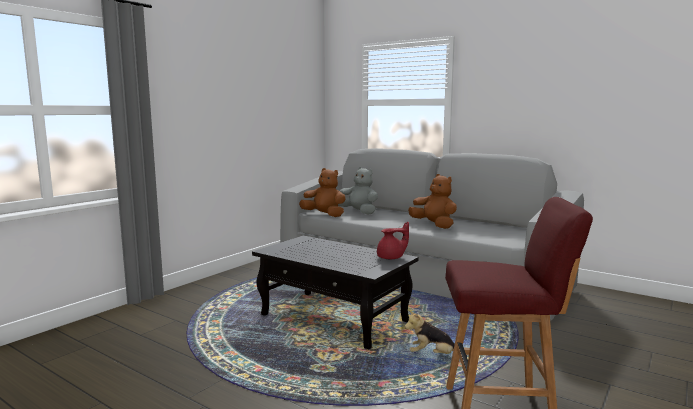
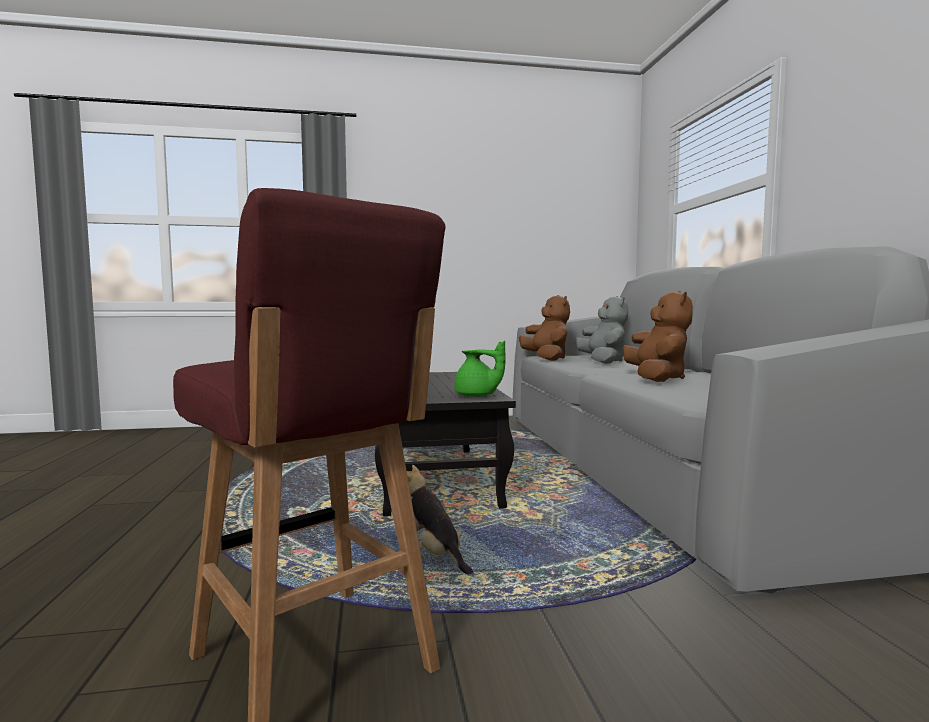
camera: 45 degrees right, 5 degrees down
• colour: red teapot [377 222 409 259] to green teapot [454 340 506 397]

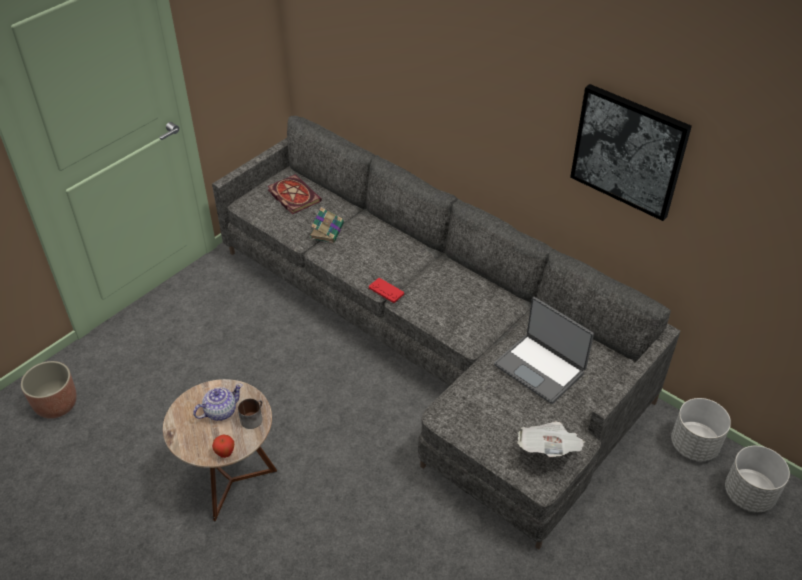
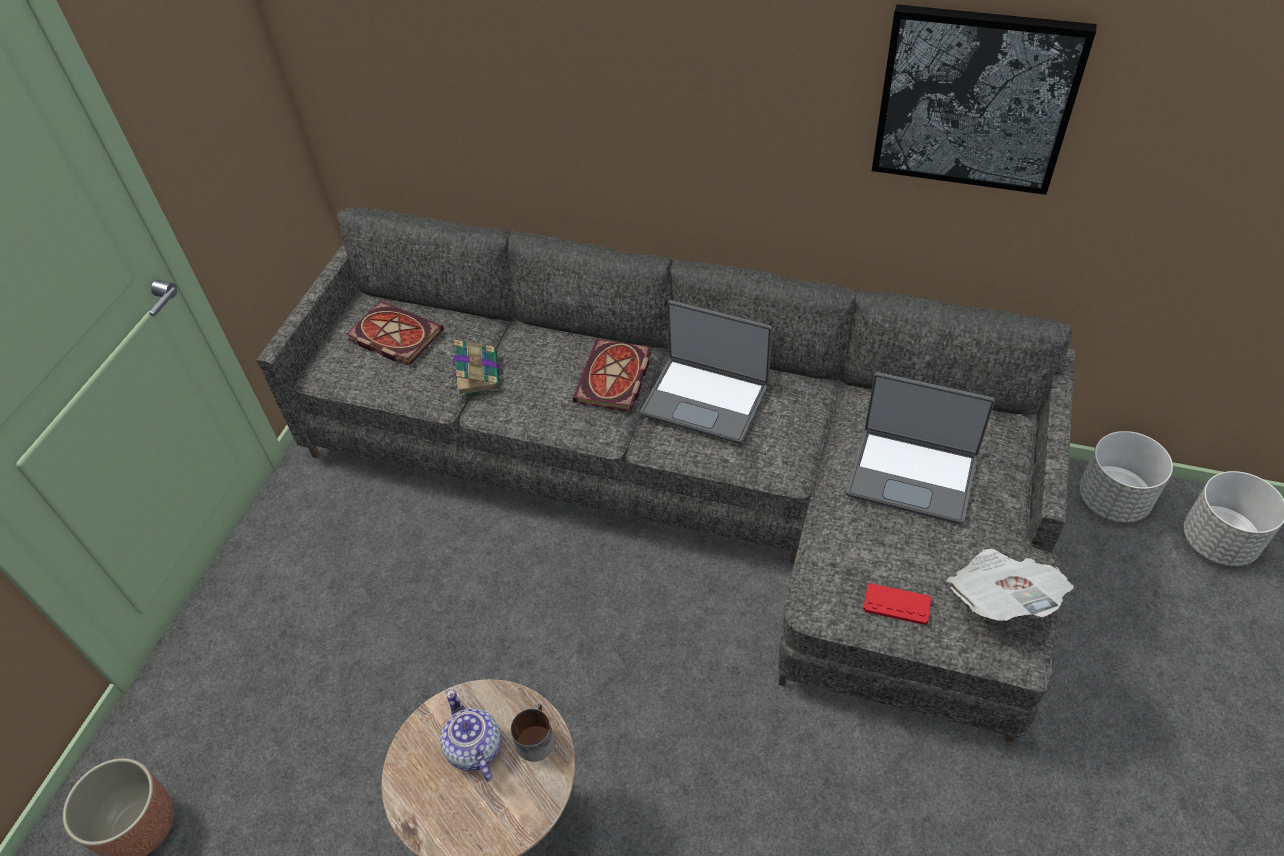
camera: 20 degrees left, 5 degrees up
• spun: teapot [193 384 242 421] = [440 690 501 782] 60 degrees counterclockwise
• missing: apple [212 435 234 458]
• relocated: red game controller [369 278 404 303] to [863 583 931 625]
• appeared: book [573 339 651 412]
• appeared: laptop [640 300 772 444]

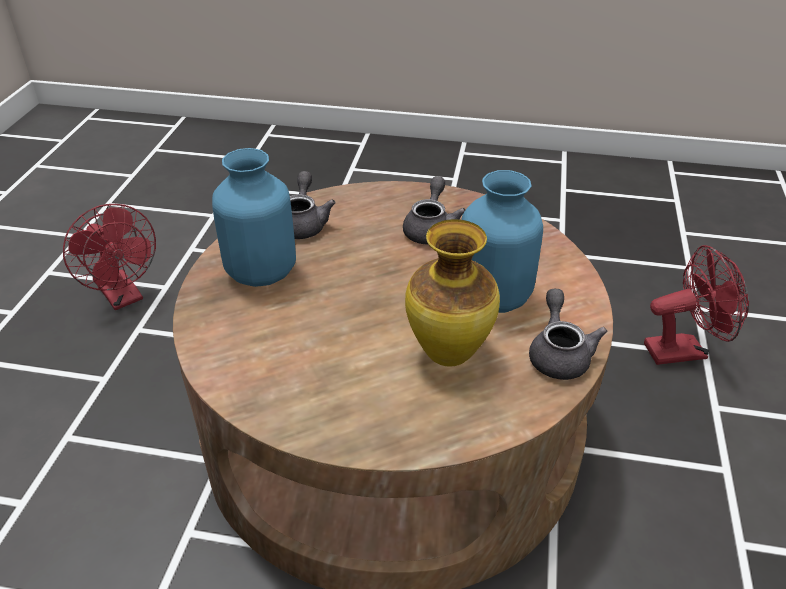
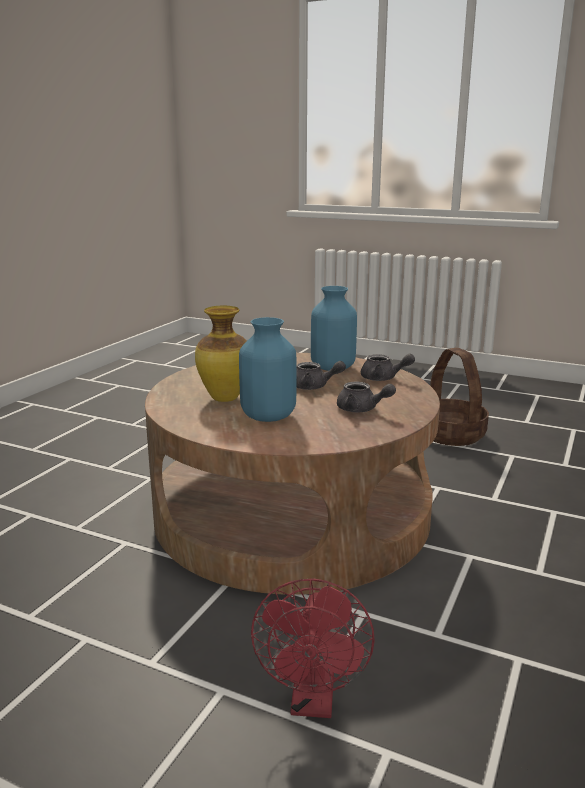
camera: 105 degrees right, 20 degrees down
• exchanged: red fan [63 204 156 310] to basket [430 348 489 446]
• relocated: grey teapot [529 289 607 380] to [296 361 346 390]

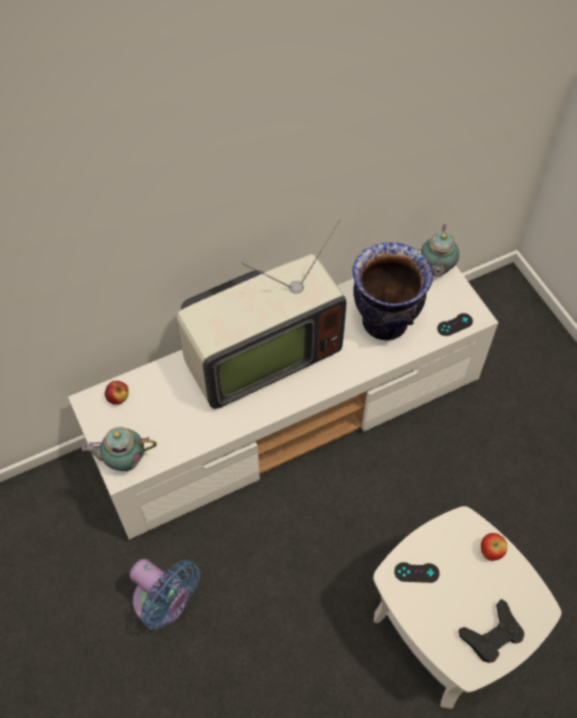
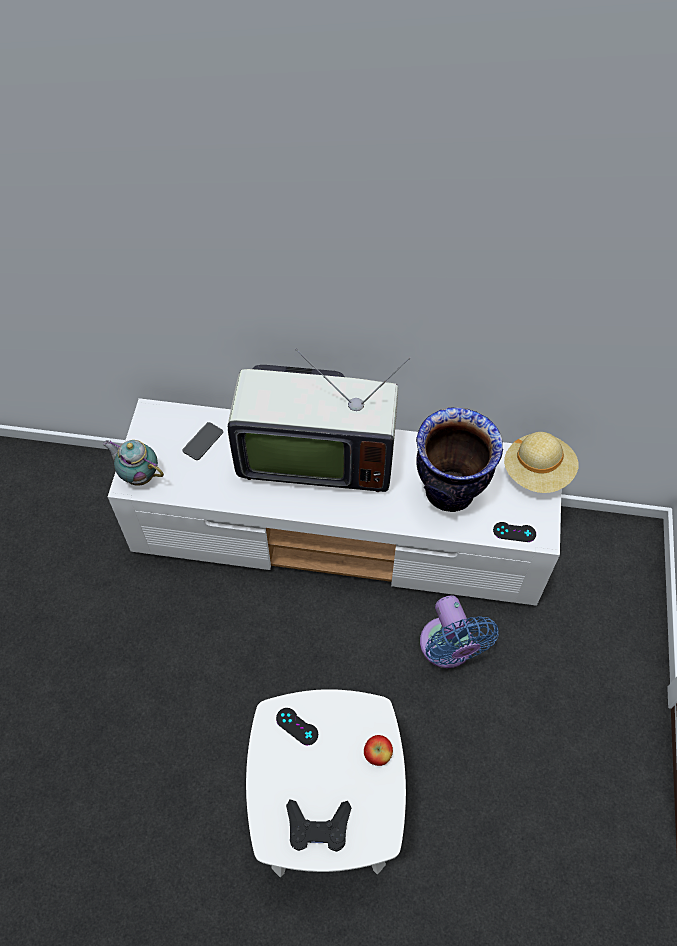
camera: 35 degrees right, 0 degrees up
• missing: apple [105 381 129 405]
• relocated: blue fan [130 559 200 629] to [420 595 499 668]
• exchanged: teapot [421 224 459 276] to beige hat [504 432 579 493]
• appeared: phone [182 422 223 460]

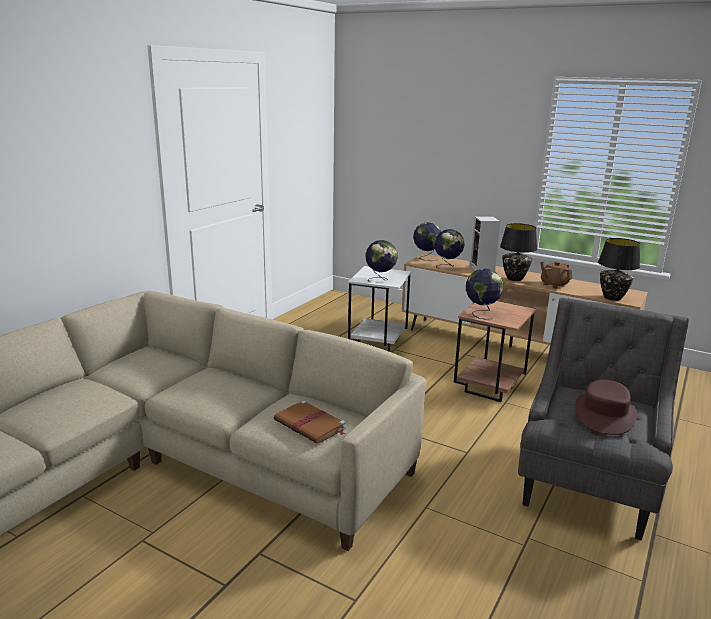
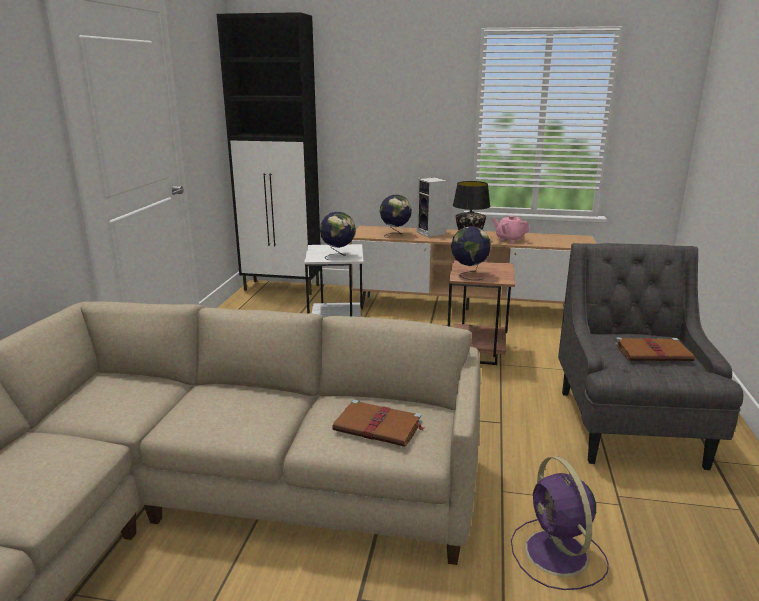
camera: 20 degrees left, 0 degrees up
• missing: globe [413 222 441 261]
• colour: brown teapot [540 261 572 288] to pink teapot [492 215 529 243]
• exchanged: brown hat [575 380 637 435] to brown book [615 337 695 361]
• missing: black table lamp [598 238 640 301]
• appeared: black cabinet [217 12 320 295]
• appeared: purple fan [511 456 609 590]

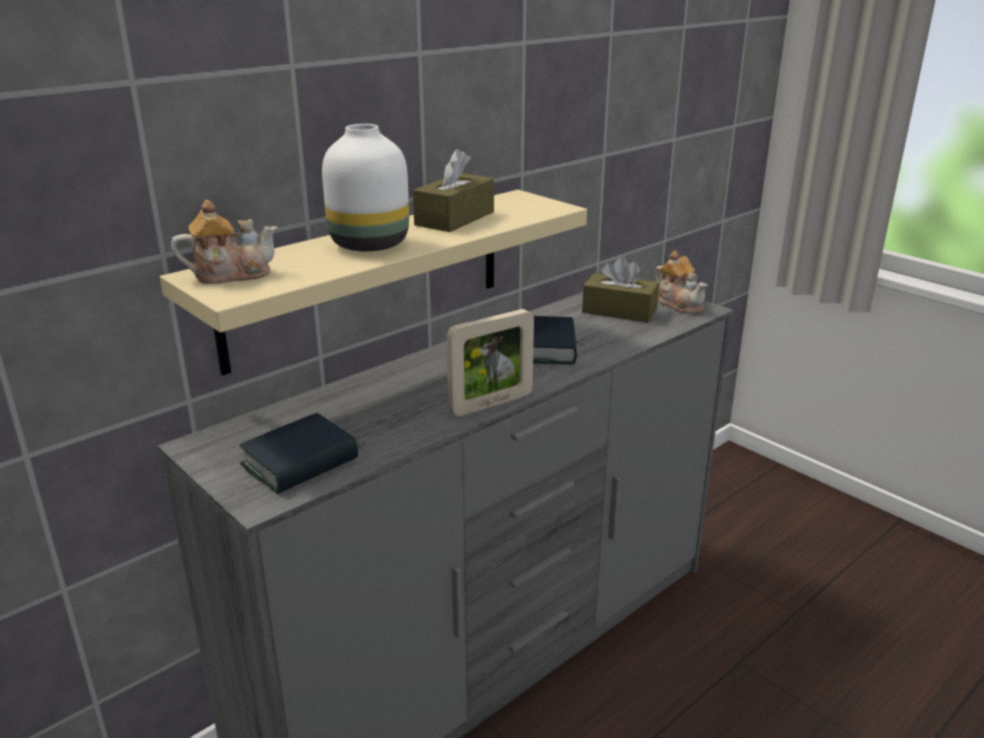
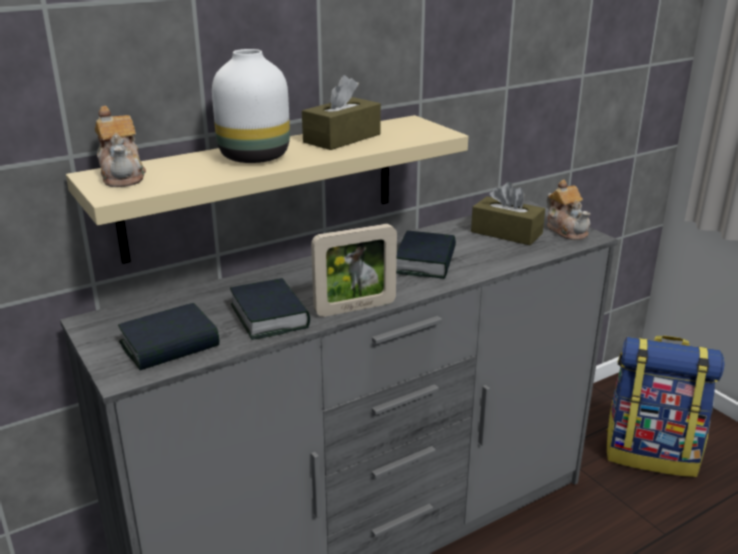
camera: 10 degrees right, 0 degrees up
• spun: teapot [171 200 278 284] = [95 106 146 187] 75 degrees clockwise
• appeared: book [230 278 310 340]
• appeared: backpack [606 336 725 477]

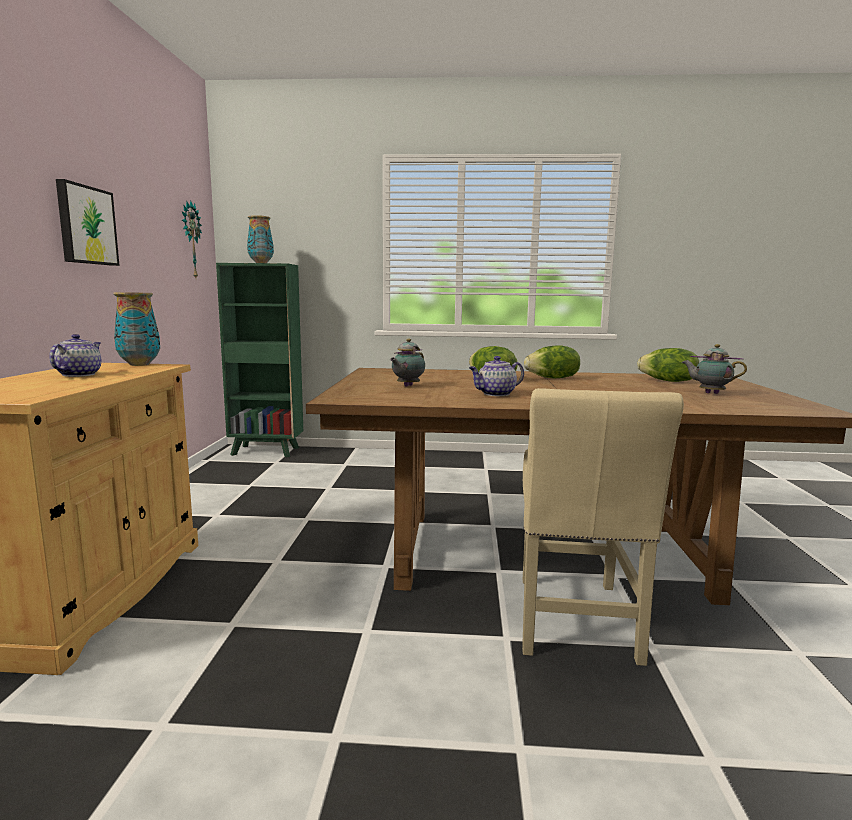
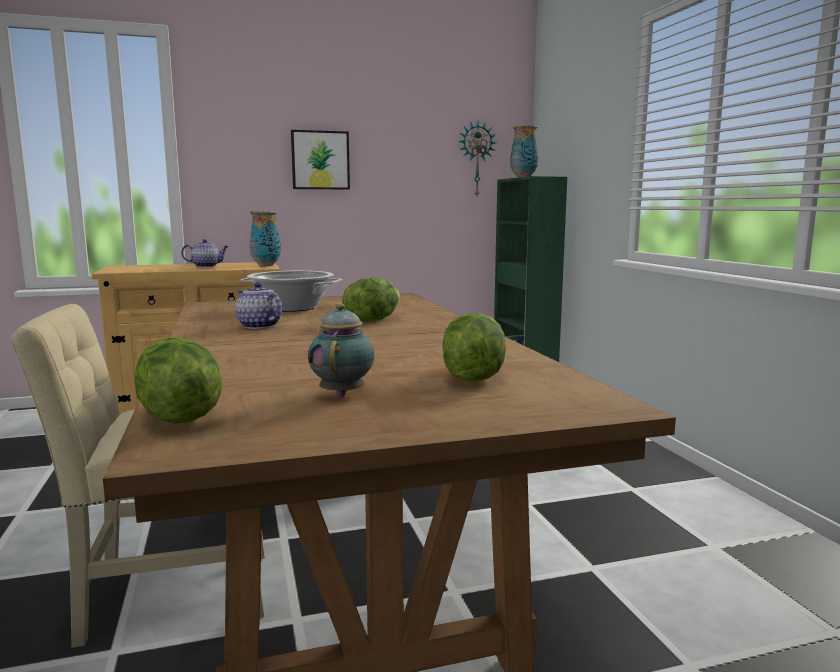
camera: 70 degrees right, 0 degrees up
• exchanged: teapot [390 338 425 387] to cooking pot [240 271 342 312]
• relocated: lettuce [524 345 580 378] to [134 337 222 424]

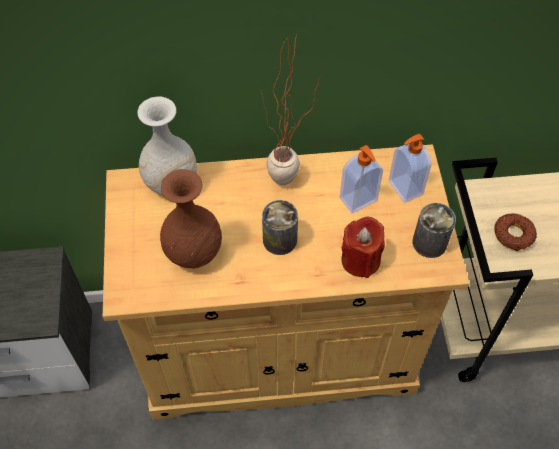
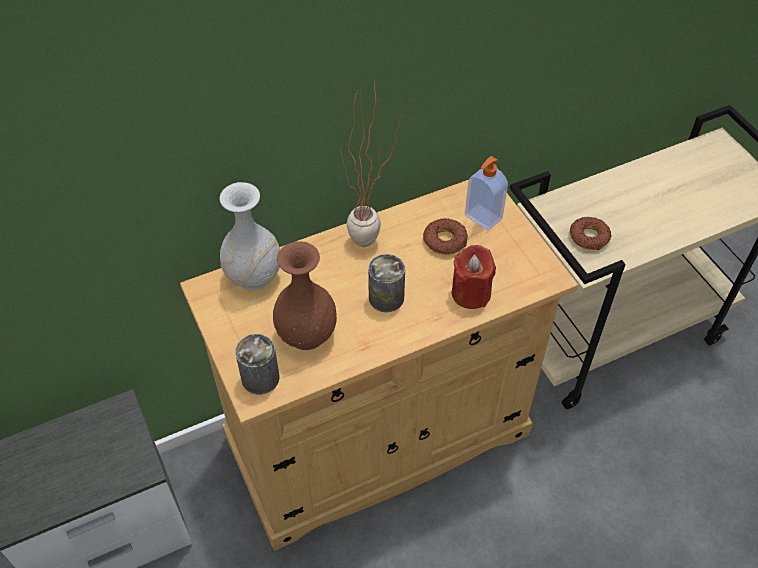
camera: 20 degrees left, 5 degrees down
• exchanged: soap dispenser [339 145 383 213] to donut [423 218 468 255]
• relocated: can [412 203 456 258] to [235 334 280 395]

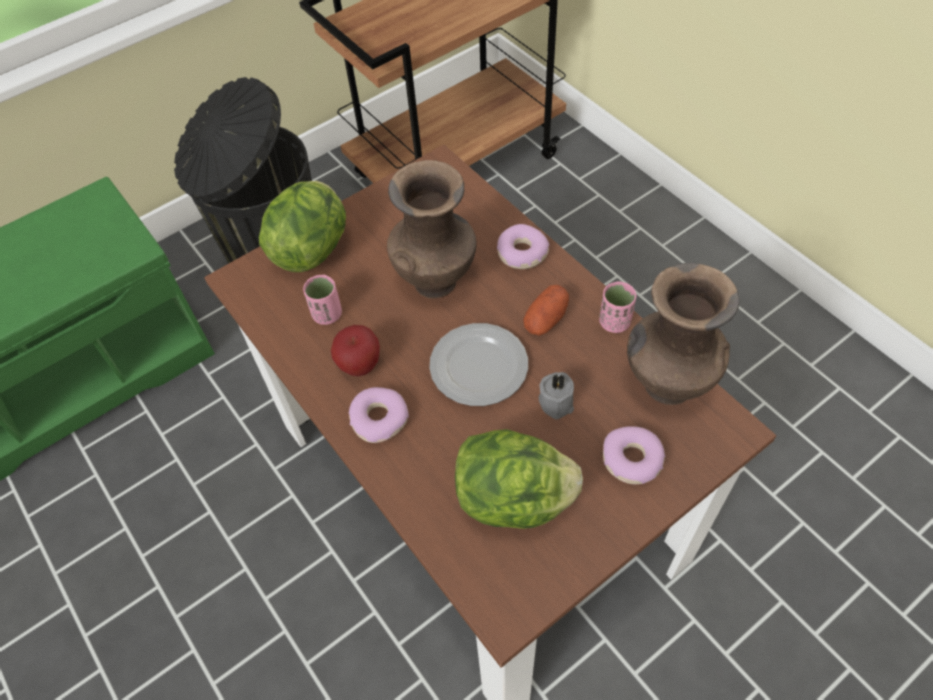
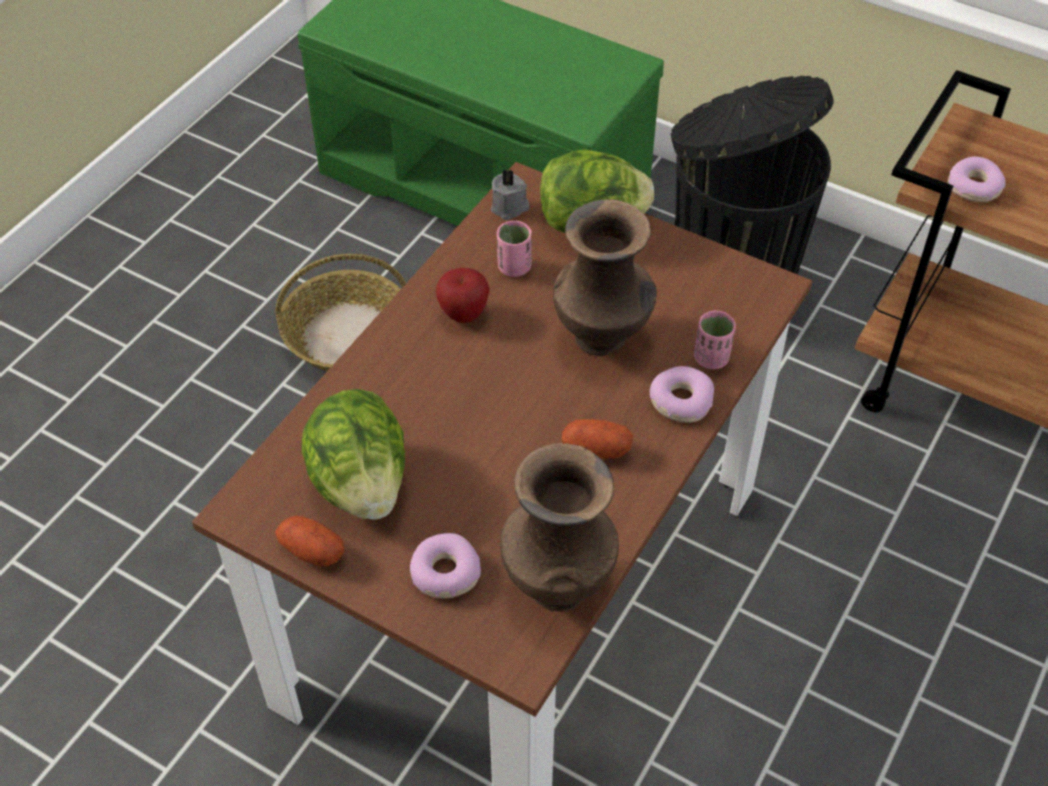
camera: 65 degrees right, 5 degrees down
• relocated: donut [348 387 409 443] to [948 157 1005 202]
• missing: plate [429 323 528 406]
• relocated: grey candle [539 372 574 419] to [491 169 529 220]
• relocated: pink cup [599 282 636 333] to [694 310 736 369]
• appeared: potato [275 515 345 567]
• appeared: basket [276 254 406 371]

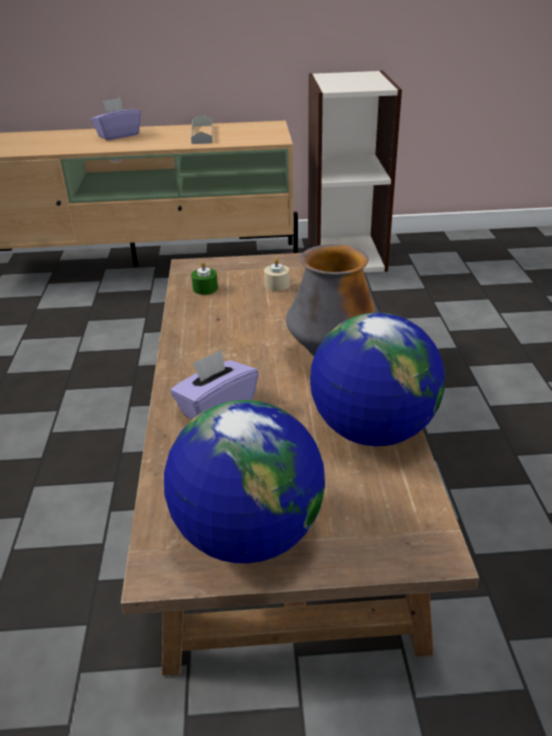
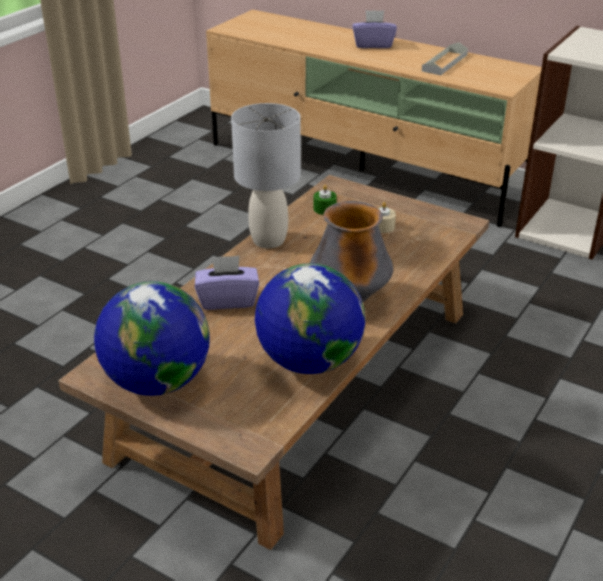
camera: 35 degrees right, 0 degrees up
• appeared: grey table lamp [231 103 301 249]

